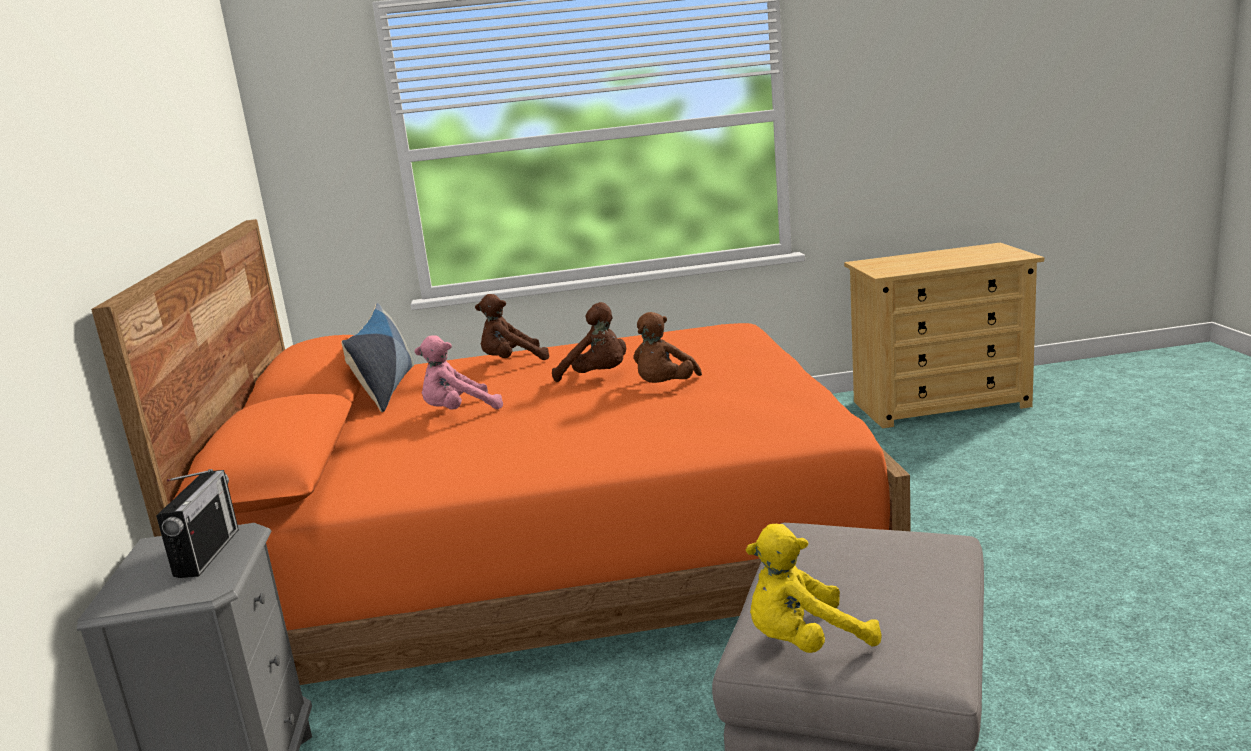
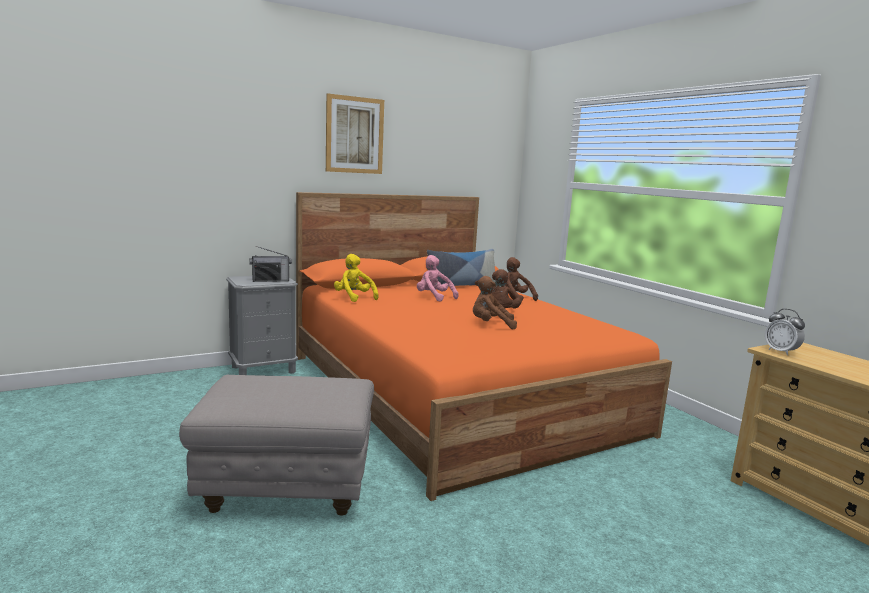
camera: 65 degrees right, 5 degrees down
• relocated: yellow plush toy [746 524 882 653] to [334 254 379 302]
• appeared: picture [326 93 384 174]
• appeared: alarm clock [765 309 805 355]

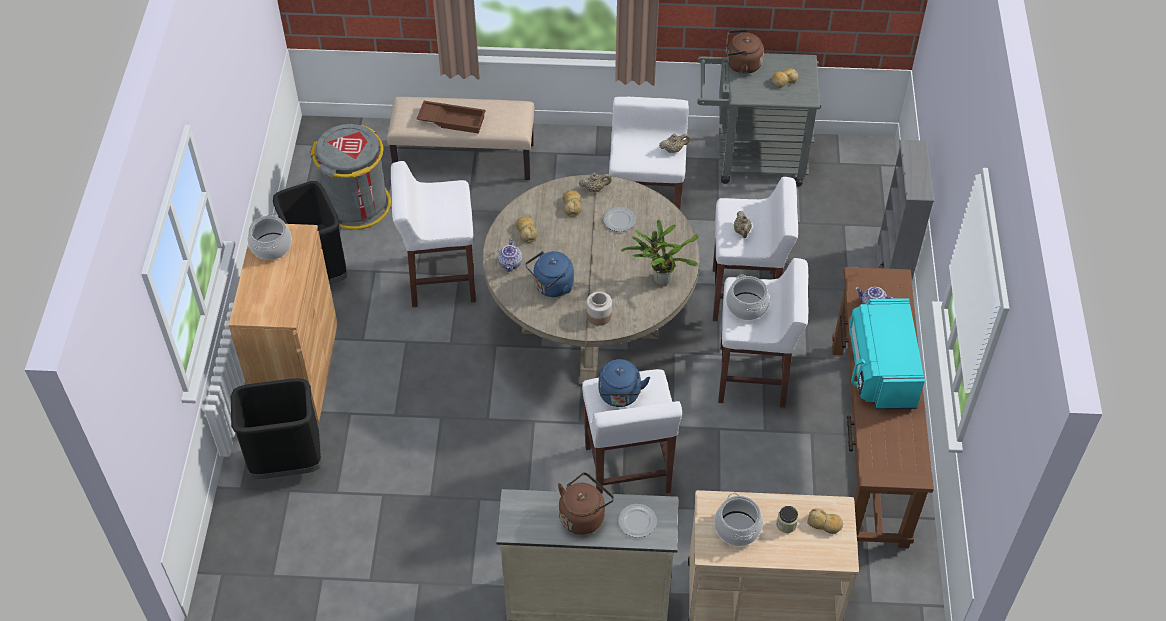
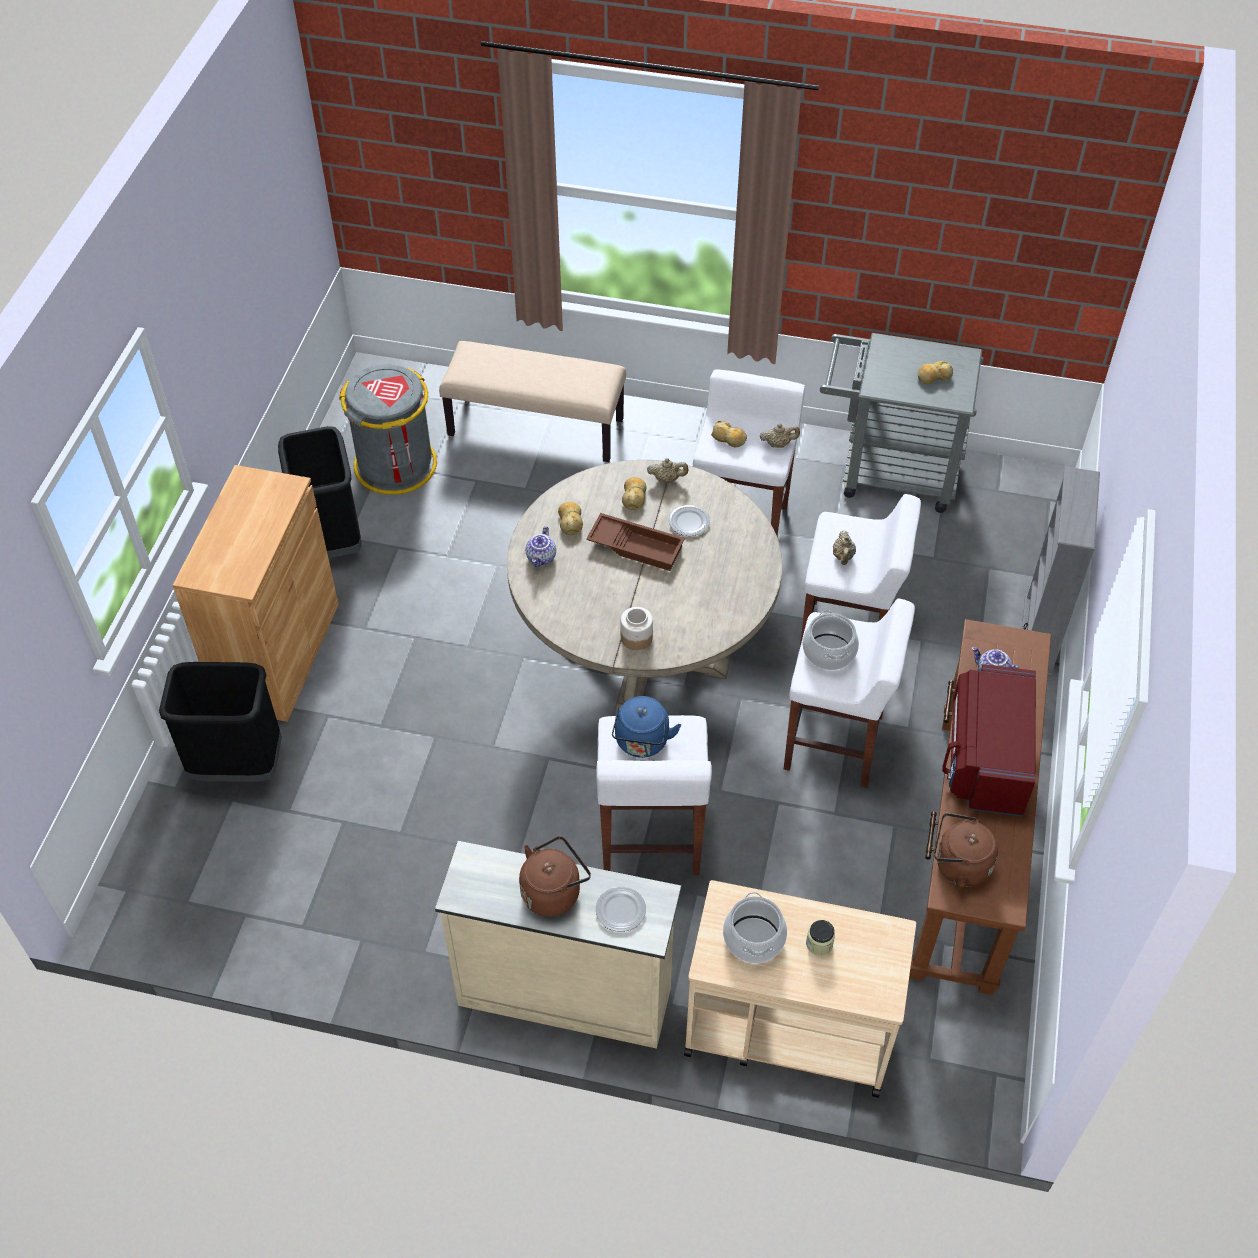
camera: 10 degrees right, 0 degrees up
• missing: cooking pot [247 214 292 260]
• missing: white stool [391 161 476 307]
• relocated: brown tray [417 101 486 134] to [586 513 685 571]
• missing: blue kettle [525 251 574 297]
• missing: potted plant [621 219 699 285]
• relocated: brown kettle [725 29 764 74] to [934 813 998 887]
• relocated: bread [807 508 843 534] to [711 421 747 447]
• colour: turquoise microwave [849 298 925 409] to red microwave [942 664 1036 817]

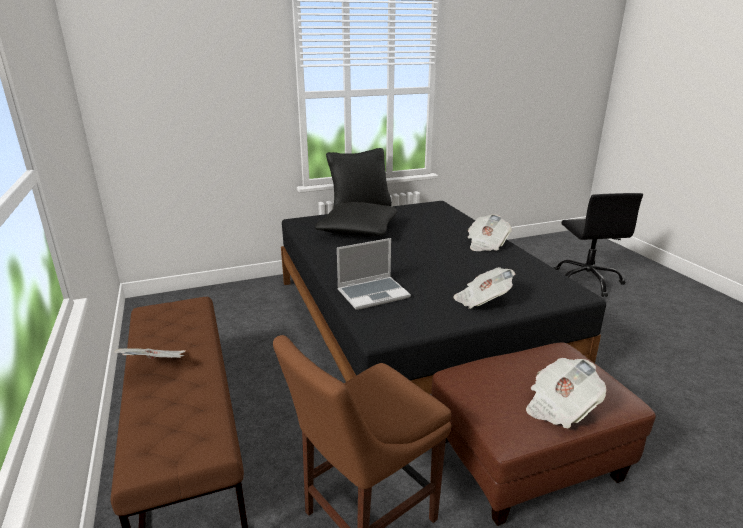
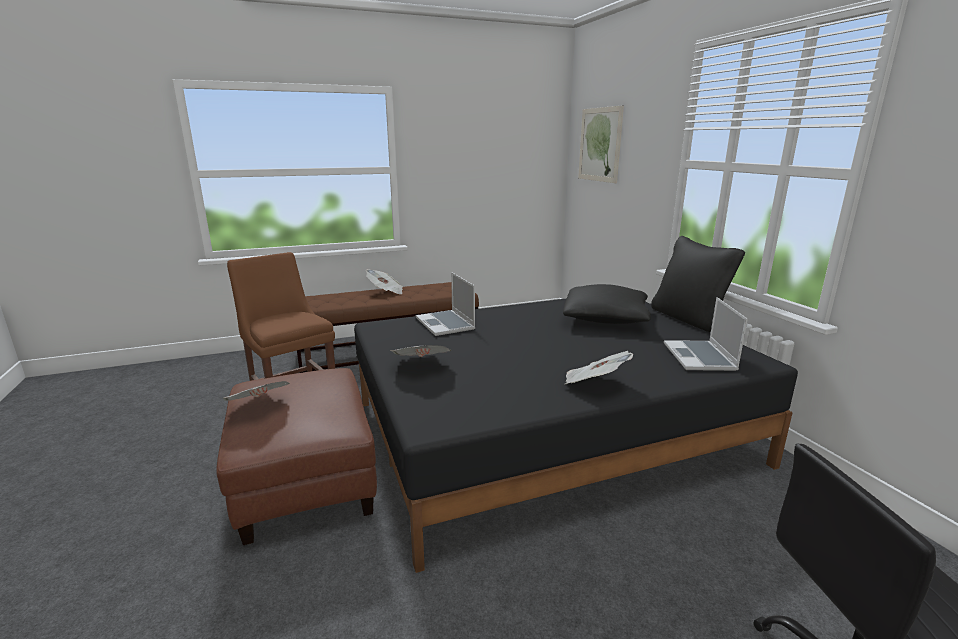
camera: 90 degrees right, 5 degrees down
• appeared: picture [578 105 624 183]
• appeared: laptop [664 297 748 371]

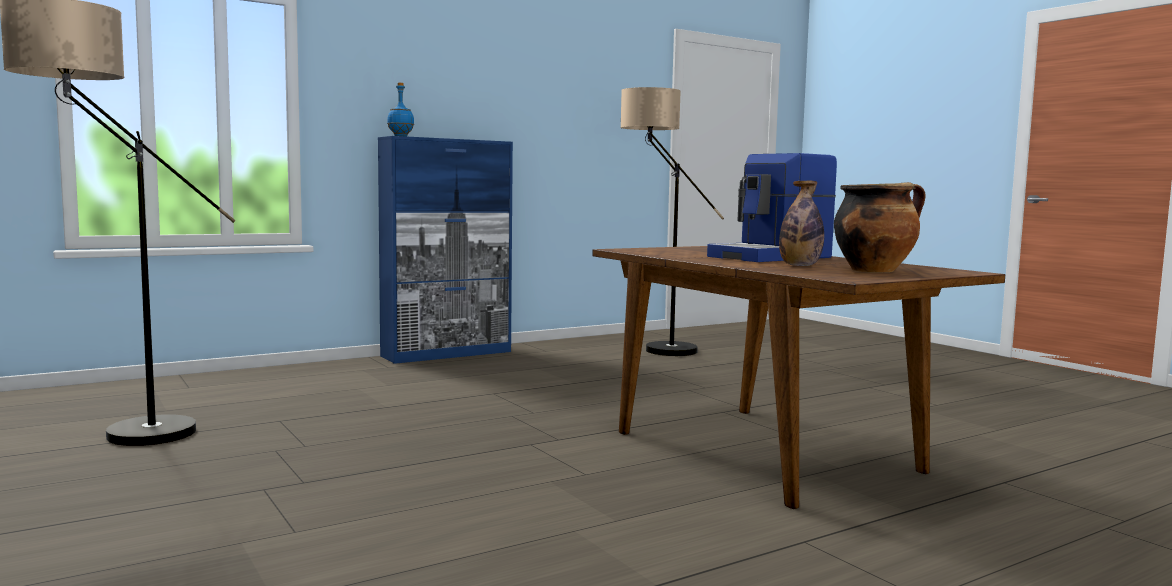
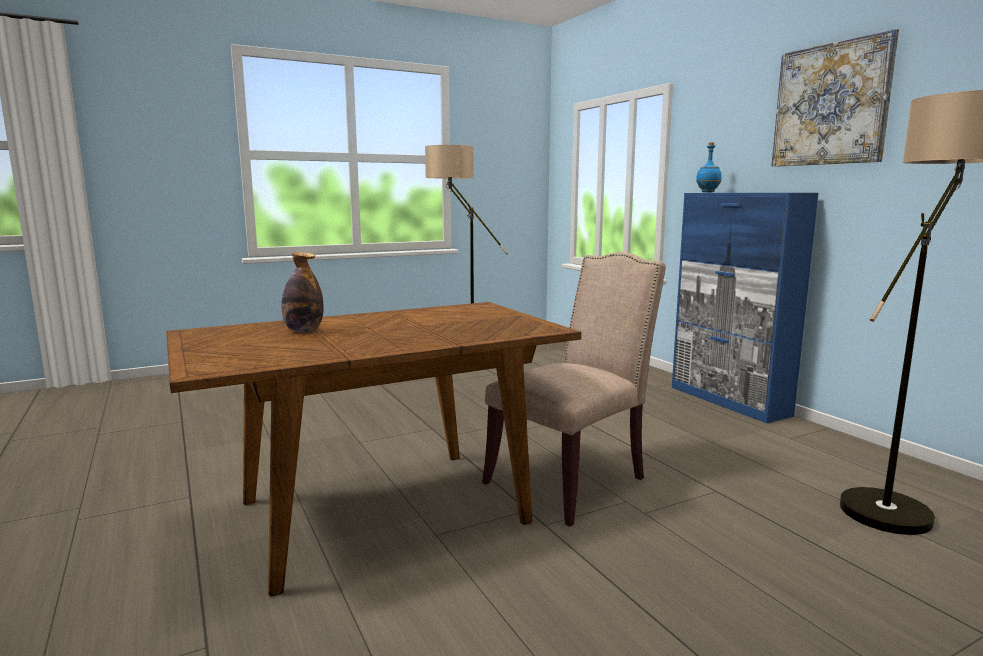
camera: 95 degrees right, 5 degrees up
• missing: coffee machine [707 153 837 262]
• missing: cooking pot [834 182 926 272]
• appeared: beige chair [482 252 666 527]
• appeared: picture [772 28 899 167]

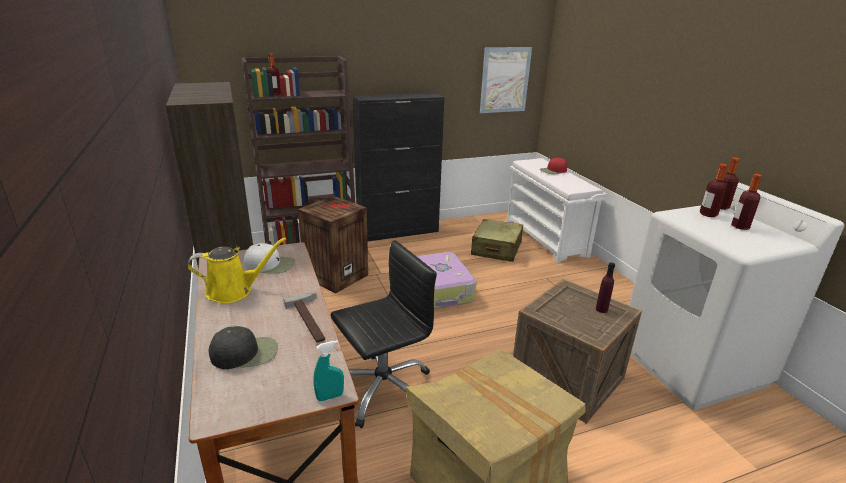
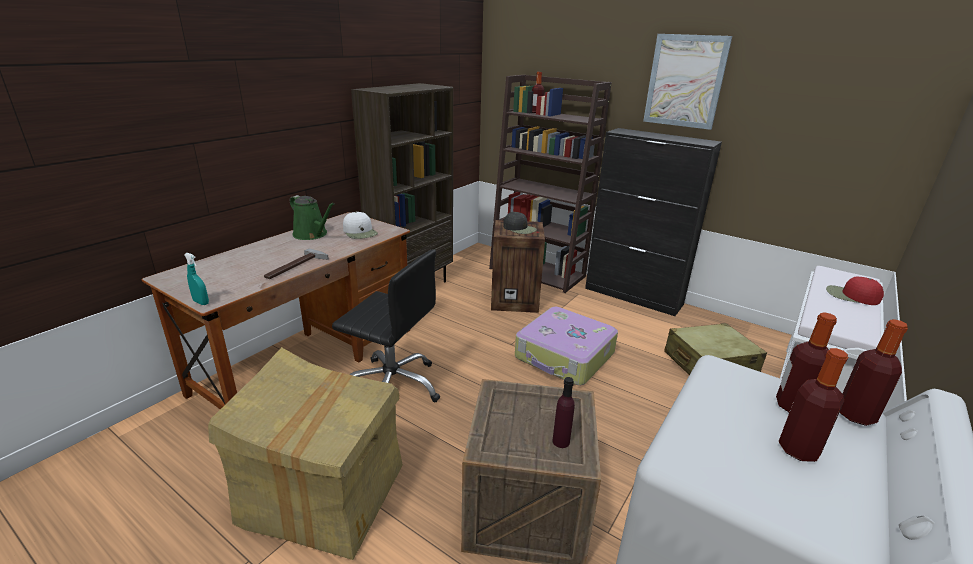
camera: 55 degrees right, 0 degrees up
• colour: yellow watering can [187 238 286 303] to green watering can [290 195 335 240]
• relocated: black cap [208 326 278 369] to [503 212 537 234]
• relocated: picture [480 47 532 113] to [643 34 732 130]

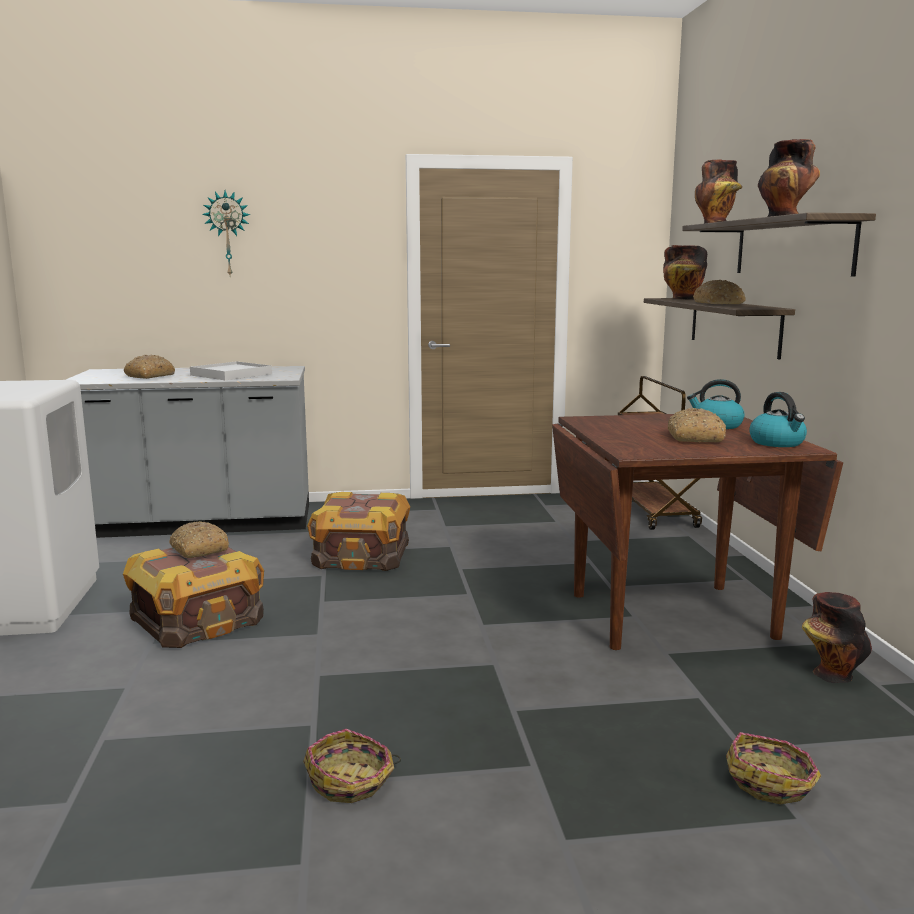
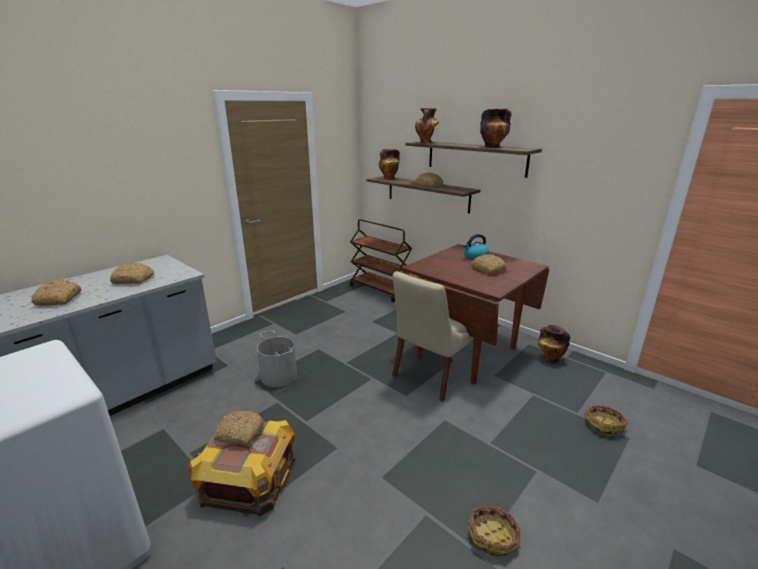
camera: 40 degrees left, 10 degrees up
• exchanged: white tray [190 361 272 380] to bread [110 263 154 284]
• missing: wall clock [202 190 250 275]
• exchanged: crate [307 492 410 571] to grey bucket [257 330 297 387]
• missing: kettle [749 392 807 447]
• appeared: beige chair [392 271 473 402]

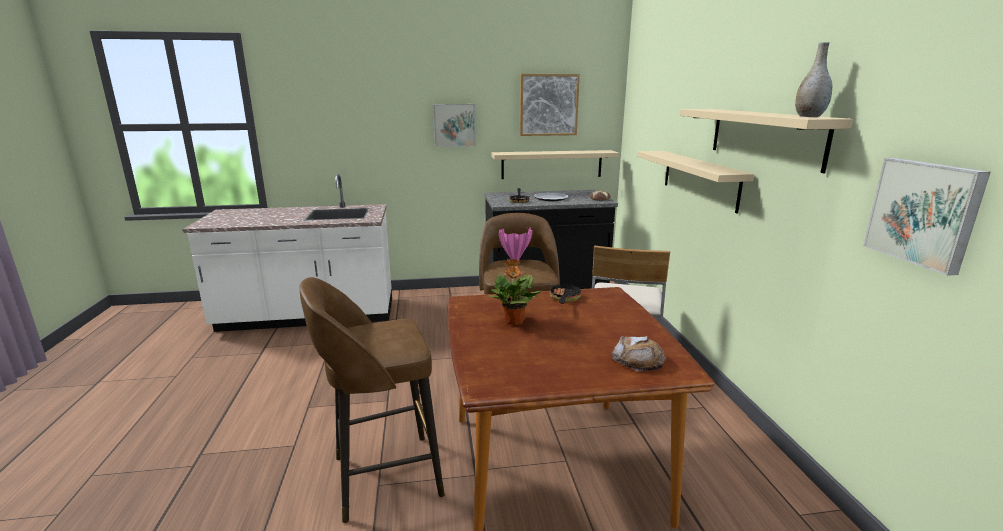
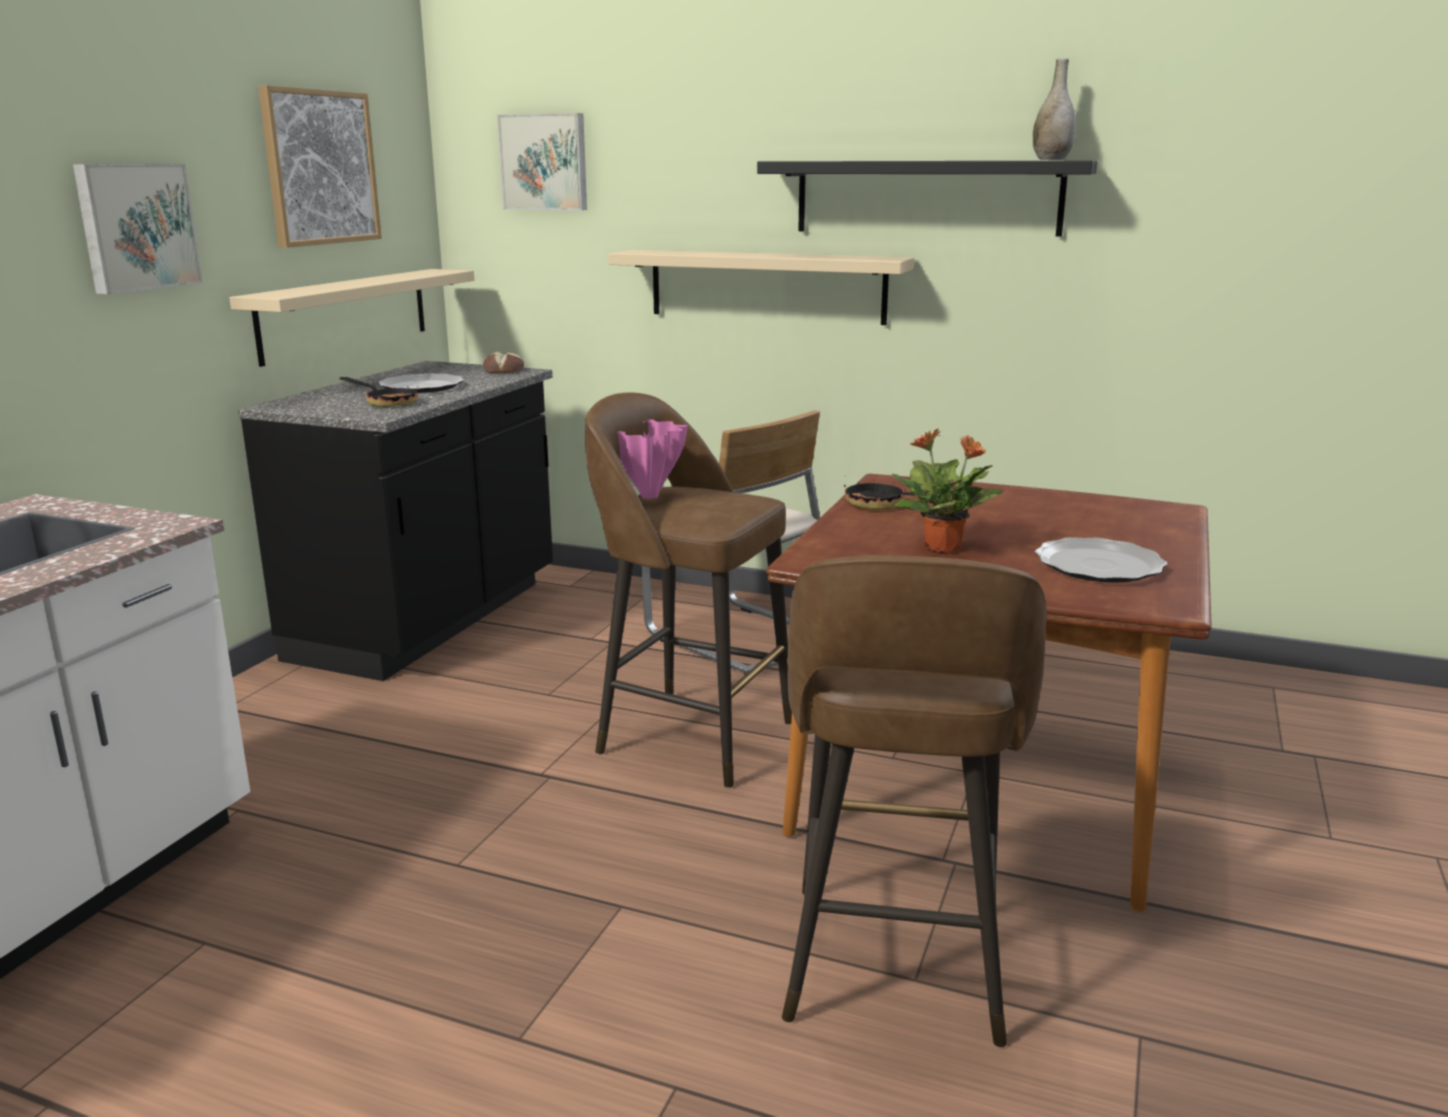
camera: 60 degrees left, 0 degrees up
• missing: bread [612 336 666 372]
• colour: beige shelf [680 109 853 173] to black shelf [757 161 1097 237]
• relocated: picture [863 158 990 276] to [497 113 587 210]
• appeared: plate [1035 537 1167 583]

